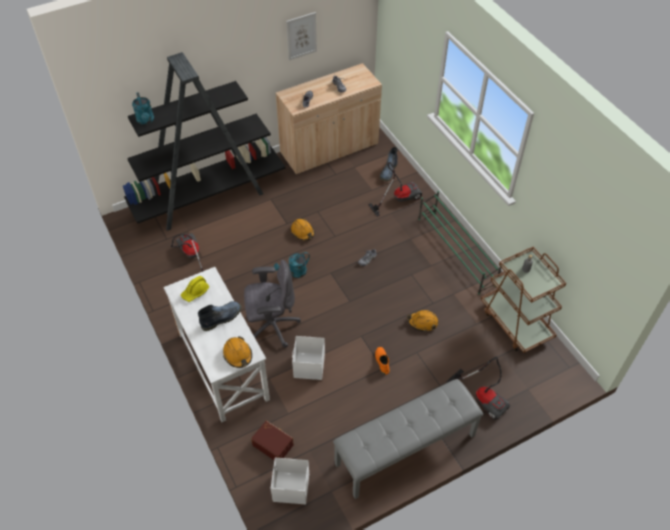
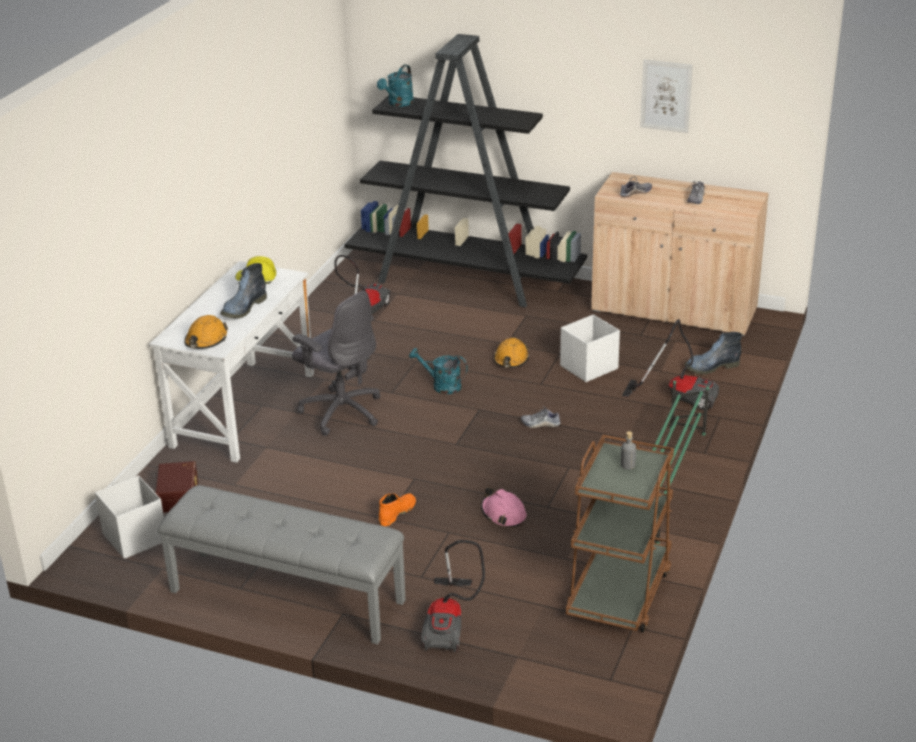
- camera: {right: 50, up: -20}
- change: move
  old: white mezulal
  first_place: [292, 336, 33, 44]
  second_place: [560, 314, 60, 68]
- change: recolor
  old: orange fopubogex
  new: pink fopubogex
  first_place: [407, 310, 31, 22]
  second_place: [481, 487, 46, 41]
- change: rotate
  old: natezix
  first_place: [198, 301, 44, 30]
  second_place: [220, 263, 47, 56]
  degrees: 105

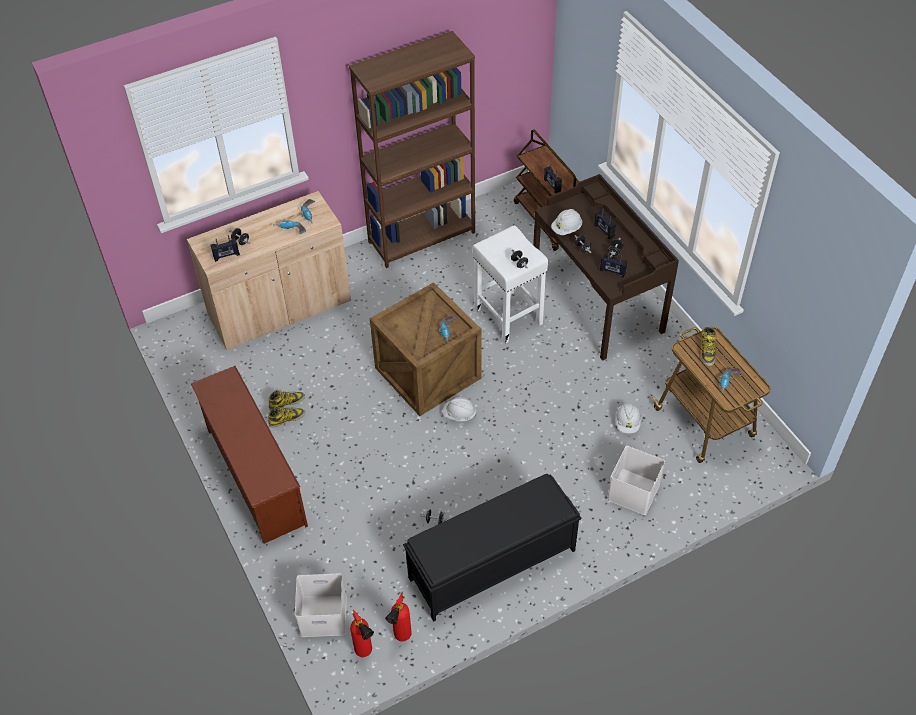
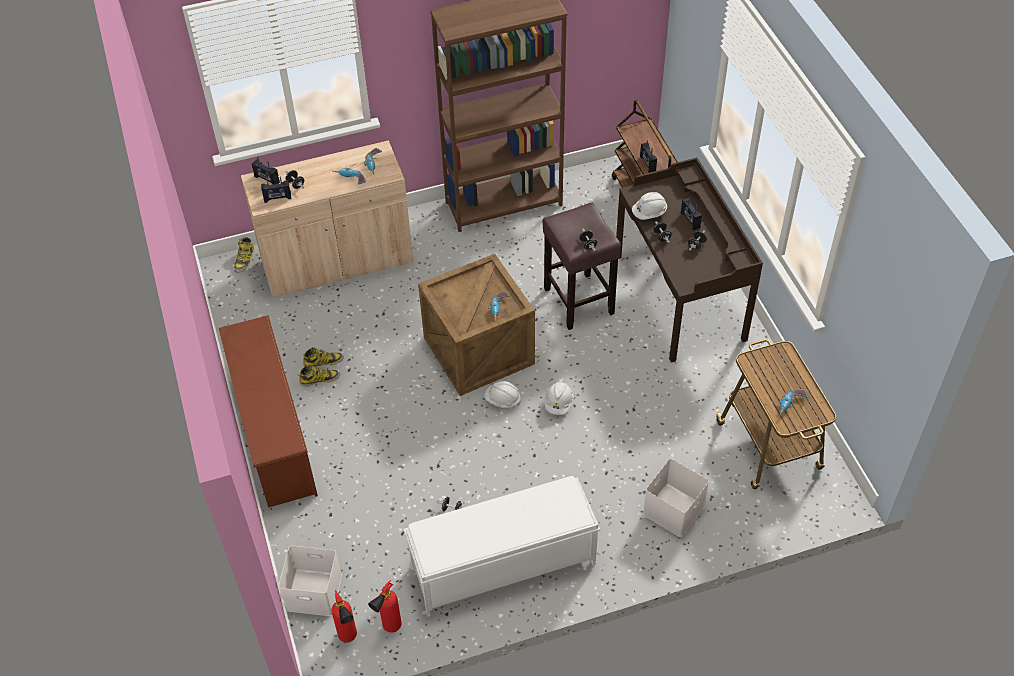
- camera: {right: 10, up: 0}
- change: move
  old: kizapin
  first_place: [600, 251, 28, 27]
  second_place: [252, 156, 28, 29]
- change: move
  old: white fopubogex
  first_place: [615, 403, 26, 31]
  second_place: [545, 382, 29, 33]
- change: move
  old: natezix
  first_place: [701, 327, 15, 39]
  second_place: [234, 237, 20, 36]
- change: recolor
  old: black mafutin
  new: white mafutin
  first_place: [403, 474, 178, 148]
  second_place: [404, 476, 196, 141]
- change: recolor
  old: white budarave
  new: brown budarave
  first_place: [473, 225, 75, 119]
  second_place: [543, 203, 78, 127]

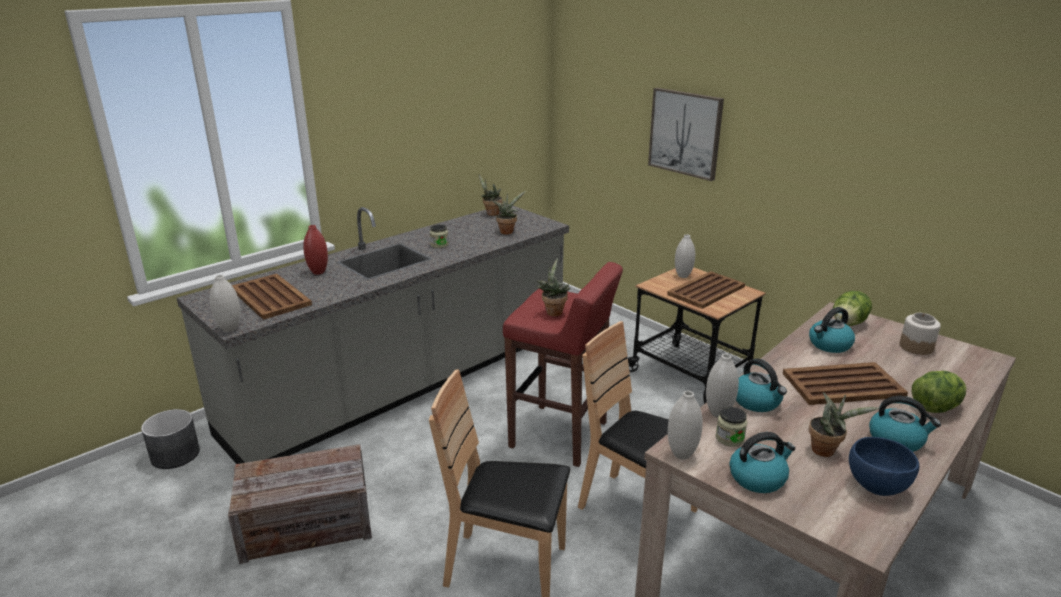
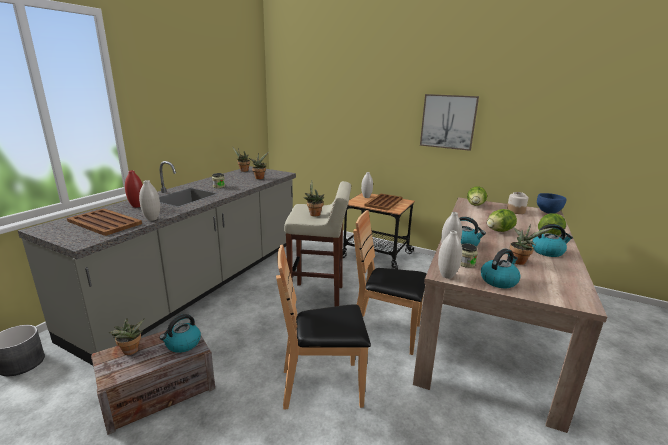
- camera: {right: -20, up: -5}
- change: insert
  new: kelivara
  second_place: [108, 318, 37, 37]
- change: move
  old: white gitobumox
  first_place: [210, 275, 30, 57]
  second_place: [139, 180, 21, 41]
- change: move
  old: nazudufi
  first_place: [648, 88, 76, 93]
  second_place: [420, 94, 59, 57]
- change: move
  old: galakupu
  first_place: [809, 307, 46, 46]
  second_place: [160, 314, 41, 39]
- change: move
  old: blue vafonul
  first_place: [849, 437, 70, 59]
  second_place: [537, 193, 29, 21]
- change: replace
  old: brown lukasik
  new: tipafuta
  first_place: [783, 362, 125, 43]
  second_place: [487, 209, 30, 23]
- change: recolor
  old: red budarave
  new: beige budarave
  first_place: [503, 262, 120, 205]
  second_place: [284, 181, 67, 126]

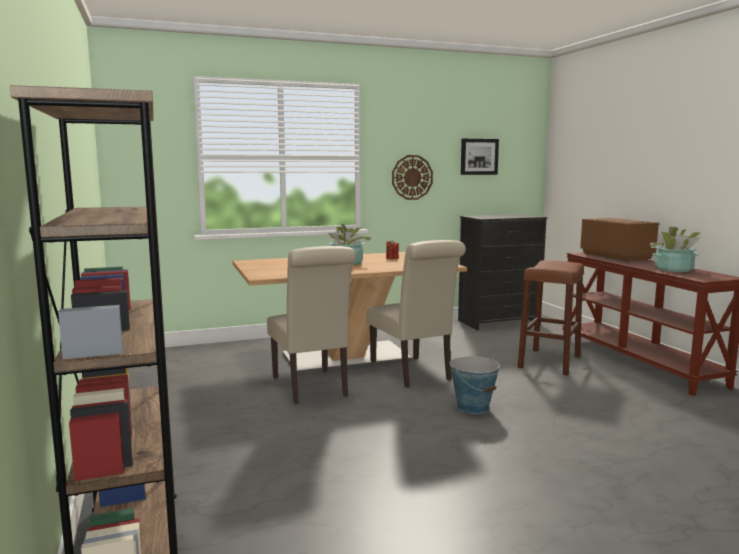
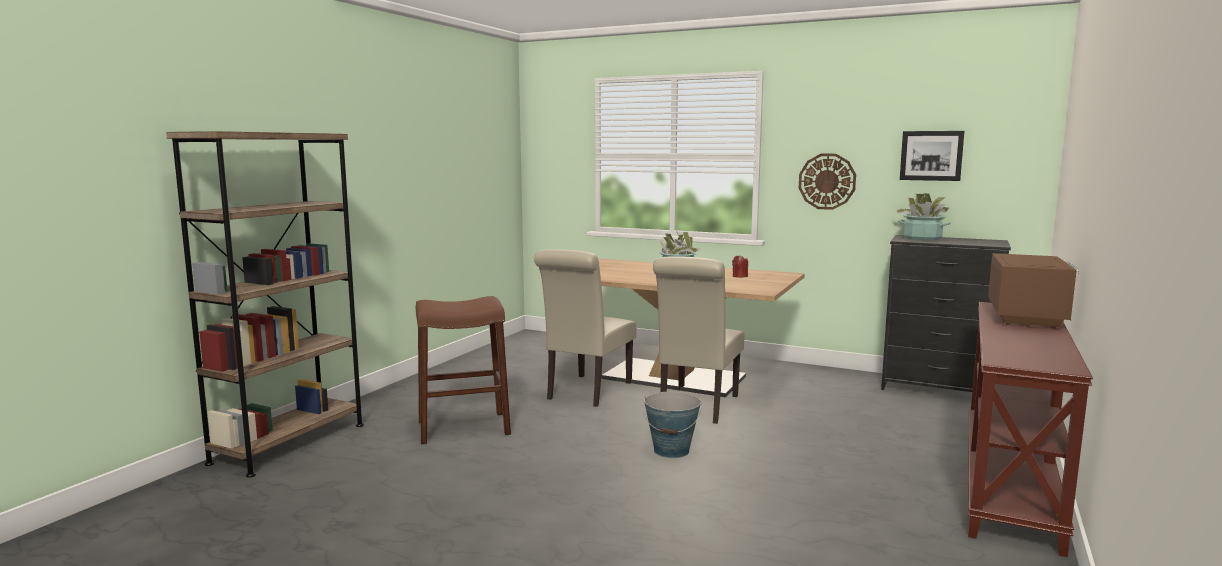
- camera: {right: 45, up: 0}
- change: move
  old: brown budarave
  first_place: [518, 260, 66, 116]
  second_place: [416, 296, 95, 148]
- change: move
  old: kelivara
  first_place: [650, 227, 52, 45]
  second_place: [896, 193, 54, 47]

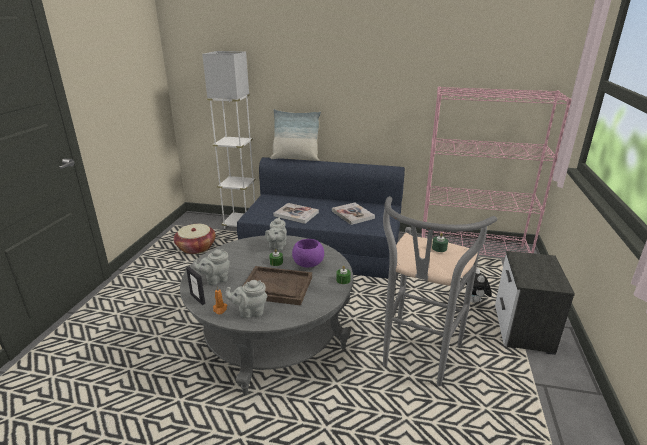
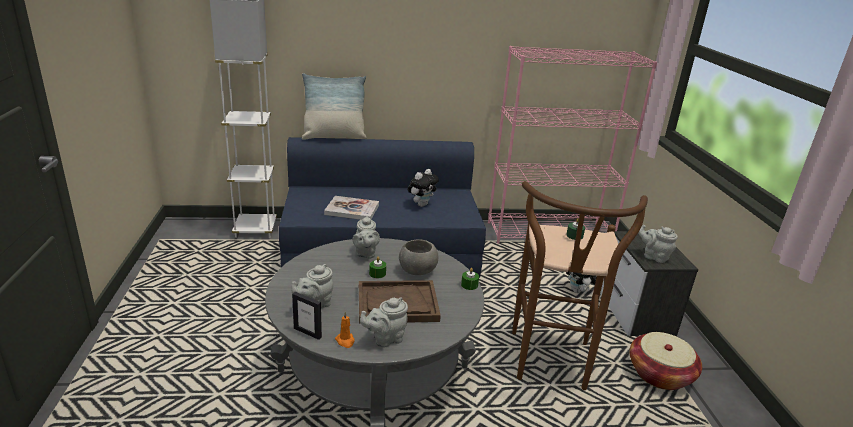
- camera: {right: -20, up: 0}
- change: insert
  new: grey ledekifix
  second_place: [638, 225, 40, 38]
- change: move
  old: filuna
  first_place: [174, 224, 42, 30]
  second_place: [629, 332, 73, 58]
- change: replace
  old: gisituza
  new: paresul
  first_place: [332, 202, 43, 23]
  second_place: [408, 169, 31, 38]
- change: recolor
  old: purple vafonul
  new: grey vafonul
  first_place: [292, 239, 32, 28]
  second_place: [399, 239, 39, 36]
- change: recolor
  old: grey budarave
  new: brown budarave
  first_place: [383, 196, 114, 190]
  second_place: [512, 181, 136, 209]

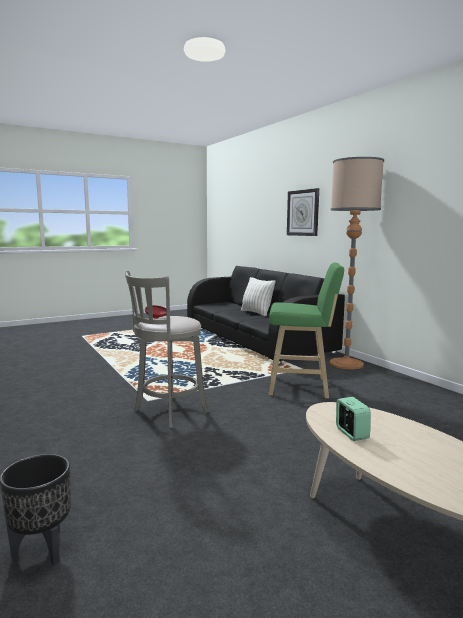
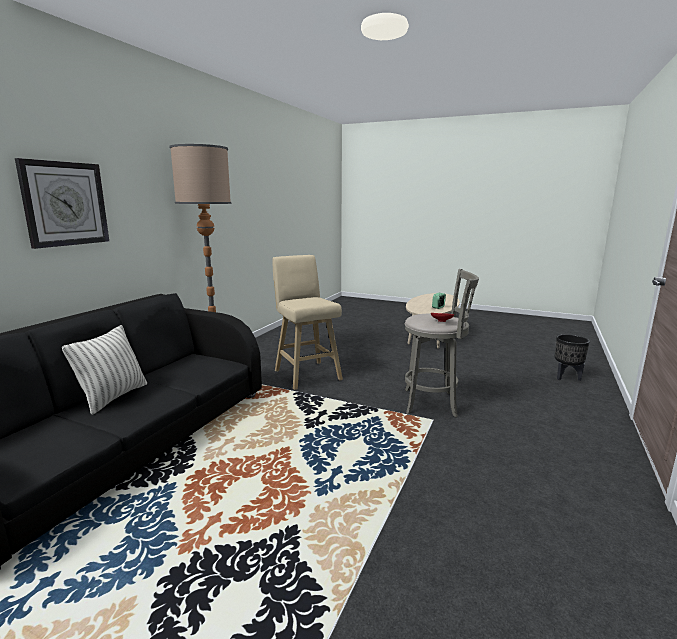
- camera: {right: -125, up: 5}
- change: recolor
  old: green budarave
  new: beige budarave
  first_place: [269, 263, 75, 136]
  second_place: [272, 255, 71, 135]

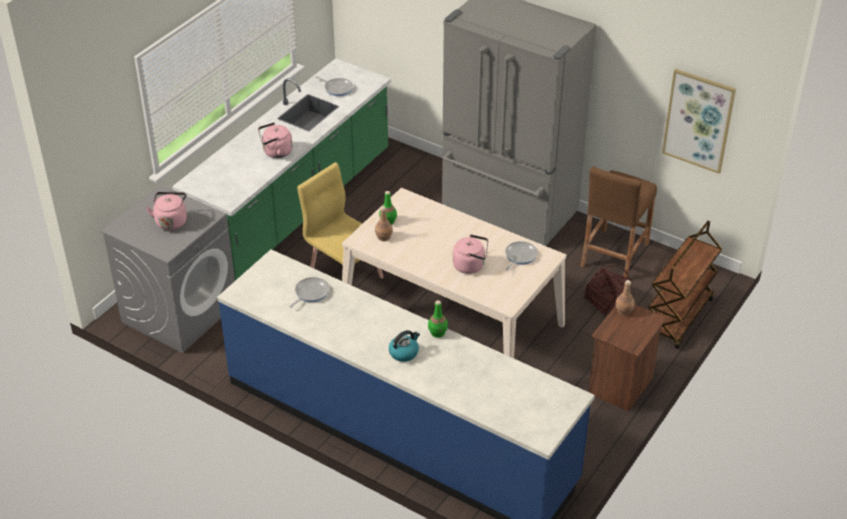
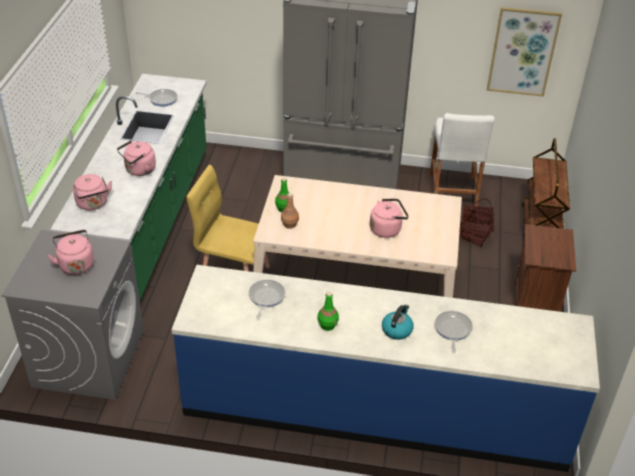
- camera: {right: -25, up: 0}
- change: delete
  old: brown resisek
  first_place: [616, 280, 19, 35]
- change: insert
  new: pink galakupu
  second_place: [73, 174, 39, 36]
- change: move
  old: green resisek
  first_place: [428, 300, 20, 38]
  second_place: [318, 292, 21, 39]
- change: move
  old: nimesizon
  first_place: [505, 241, 33, 29]
  second_place: [435, 311, 38, 41]
- change: recolor
  old: brown budarave
  new: white budarave
  first_place: [580, 167, 77, 113]
  second_place: [430, 113, 65, 93]

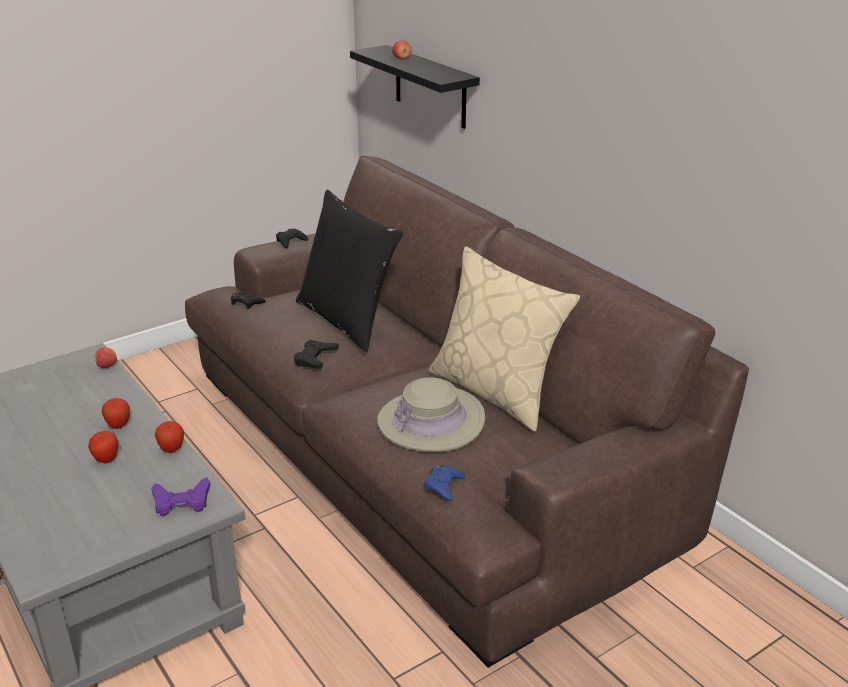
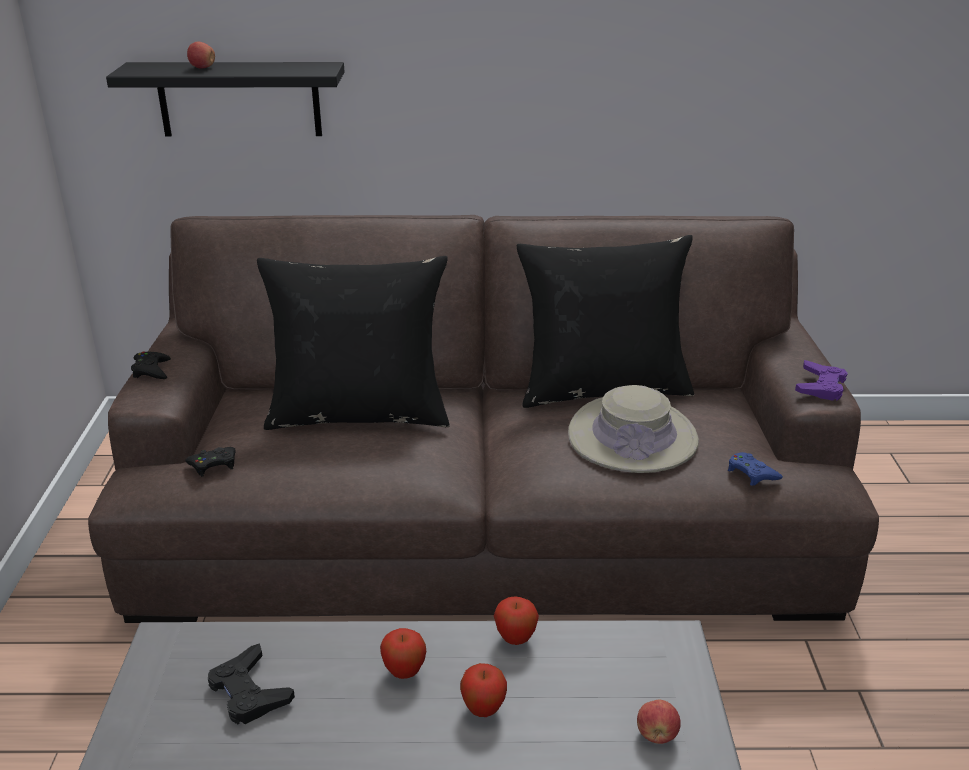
- camera: {right: -55, up: 0}
- change: move
  old: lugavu
  first_place: [95, 348, 22, 20]
  second_place: [637, 700, 44, 44]
- change: move
  old: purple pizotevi
  first_place: [152, 477, 59, 39]
  second_place: [795, 360, 53, 41]
- change: move
  old: black pizotevi
  first_place: [294, 340, 45, 29]
  second_place: [208, 643, 87, 81]
- change: recolor
  old: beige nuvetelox
  new: black nuvetelox
  first_place: [429, 246, 151, 186]
  second_place: [517, 235, 177, 173]

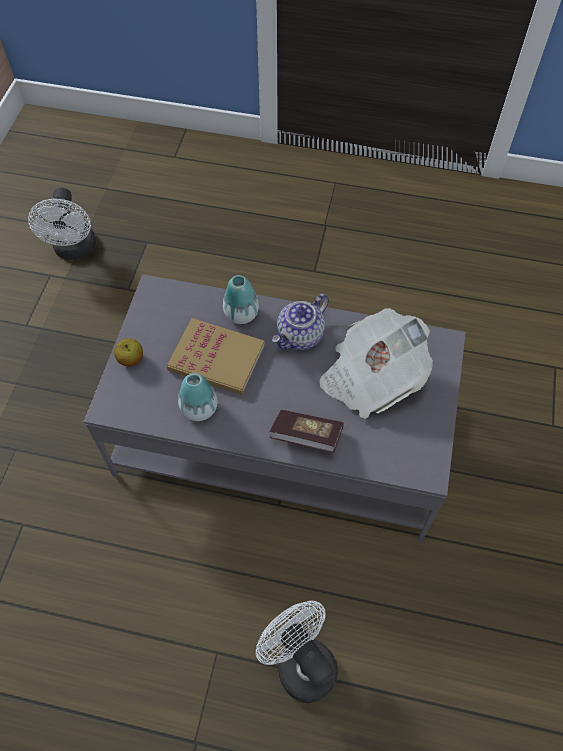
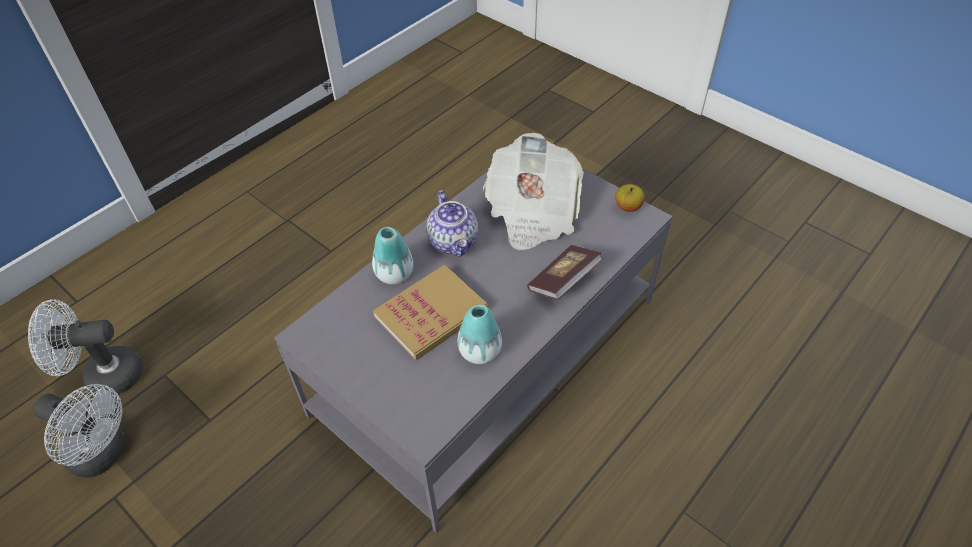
- camera: {right: -60, up: -10}
- change: move
  old: lugavu
  first_place: [114, 338, 29, 28]
  second_place: [615, 184, 30, 28]
- change: move
  old: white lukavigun
  first_place: [256, 601, 82, 102]
  second_place: [28, 300, 114, 95]

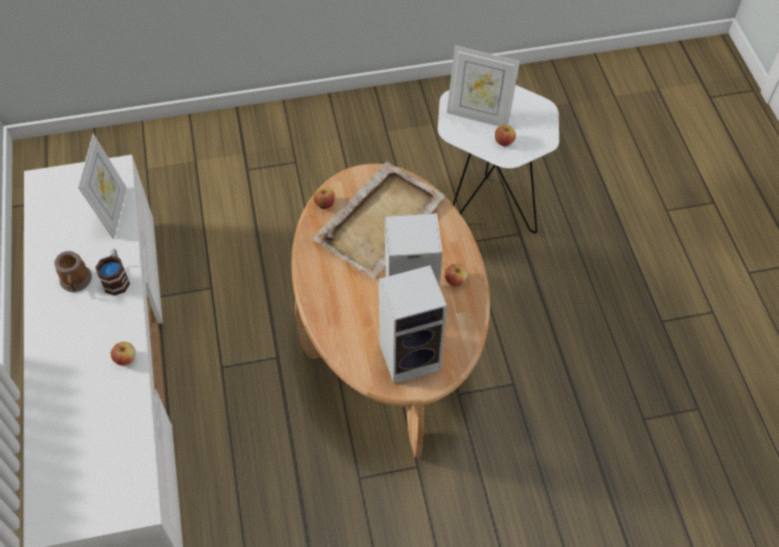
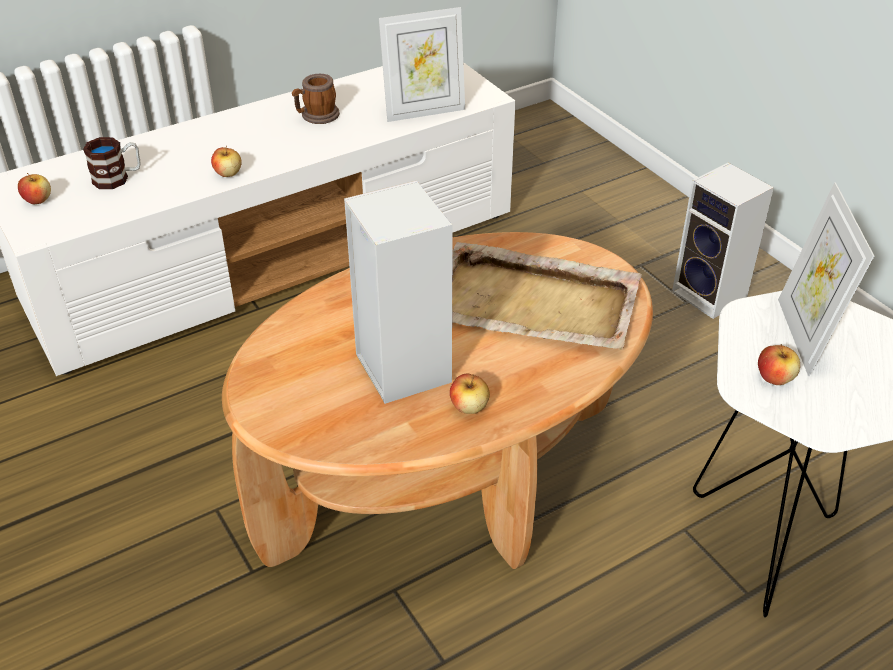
- camera: {right: 70, up: -15}
- change: move
  old: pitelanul
  first_place: [95, 249, 35, 47]
  second_place: [83, 137, 58, 52]
- change: move
  old: lugavu
  first_place: [313, 187, 22, 22]
  second_place: [18, 173, 33, 31]
- change: move
  old: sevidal
  first_place: [379, 265, 68, 118]
  second_place: [672, 162, 102, 157]

